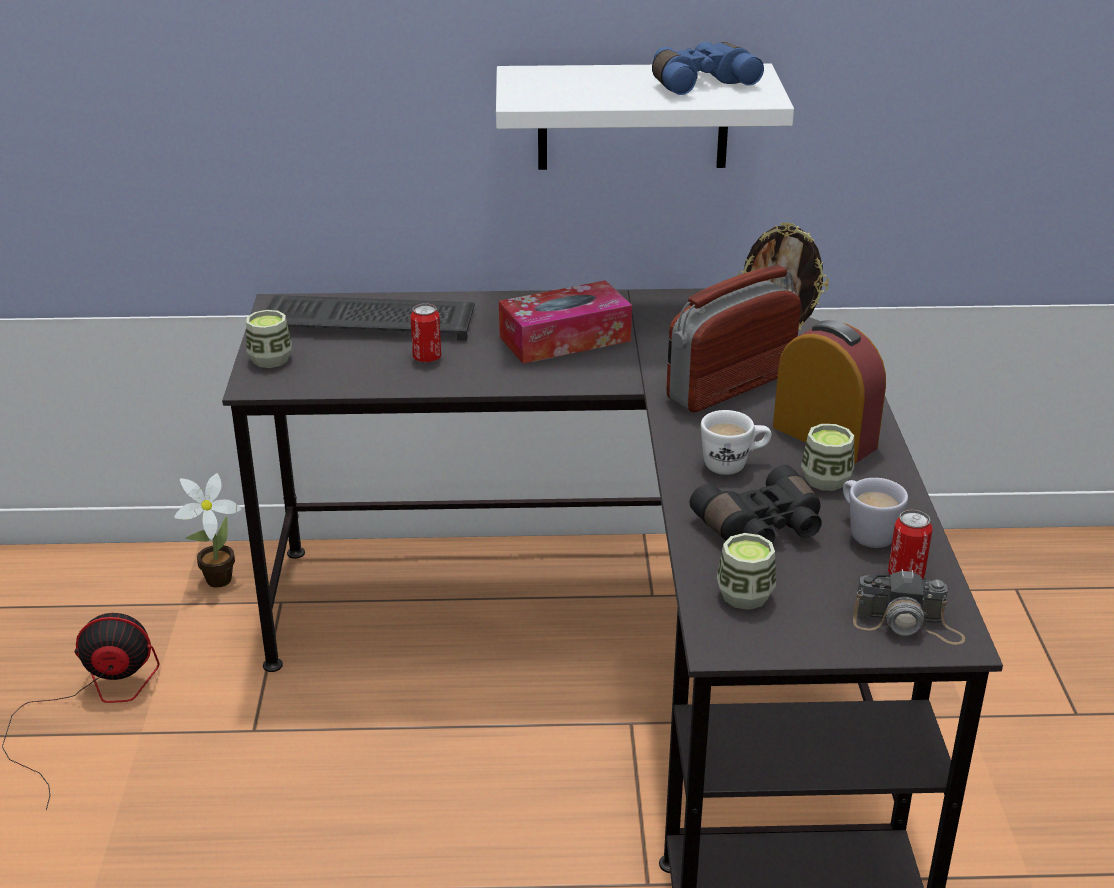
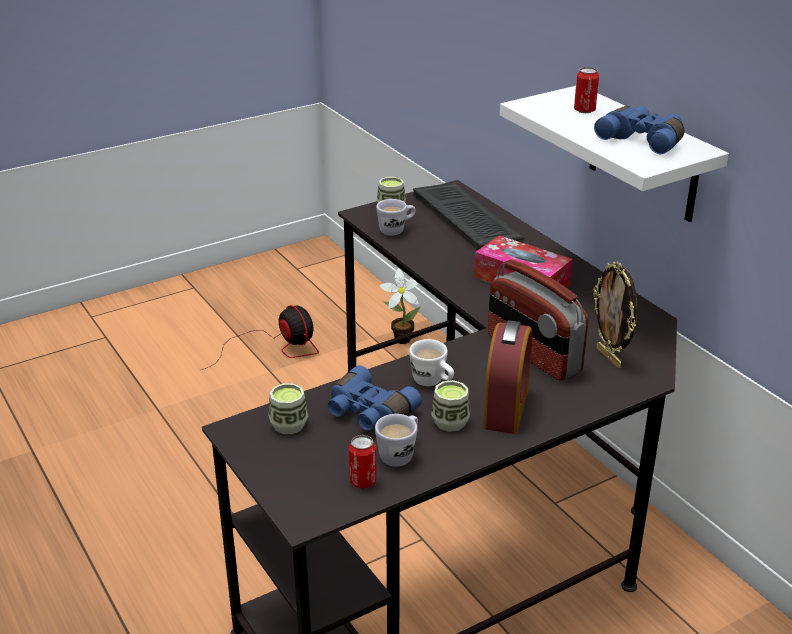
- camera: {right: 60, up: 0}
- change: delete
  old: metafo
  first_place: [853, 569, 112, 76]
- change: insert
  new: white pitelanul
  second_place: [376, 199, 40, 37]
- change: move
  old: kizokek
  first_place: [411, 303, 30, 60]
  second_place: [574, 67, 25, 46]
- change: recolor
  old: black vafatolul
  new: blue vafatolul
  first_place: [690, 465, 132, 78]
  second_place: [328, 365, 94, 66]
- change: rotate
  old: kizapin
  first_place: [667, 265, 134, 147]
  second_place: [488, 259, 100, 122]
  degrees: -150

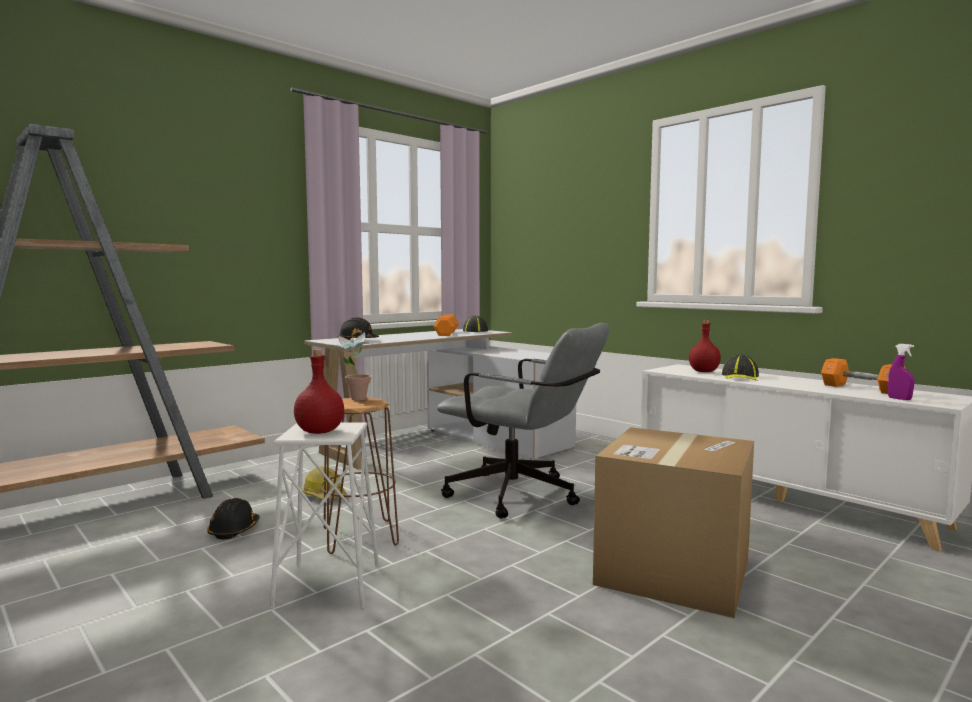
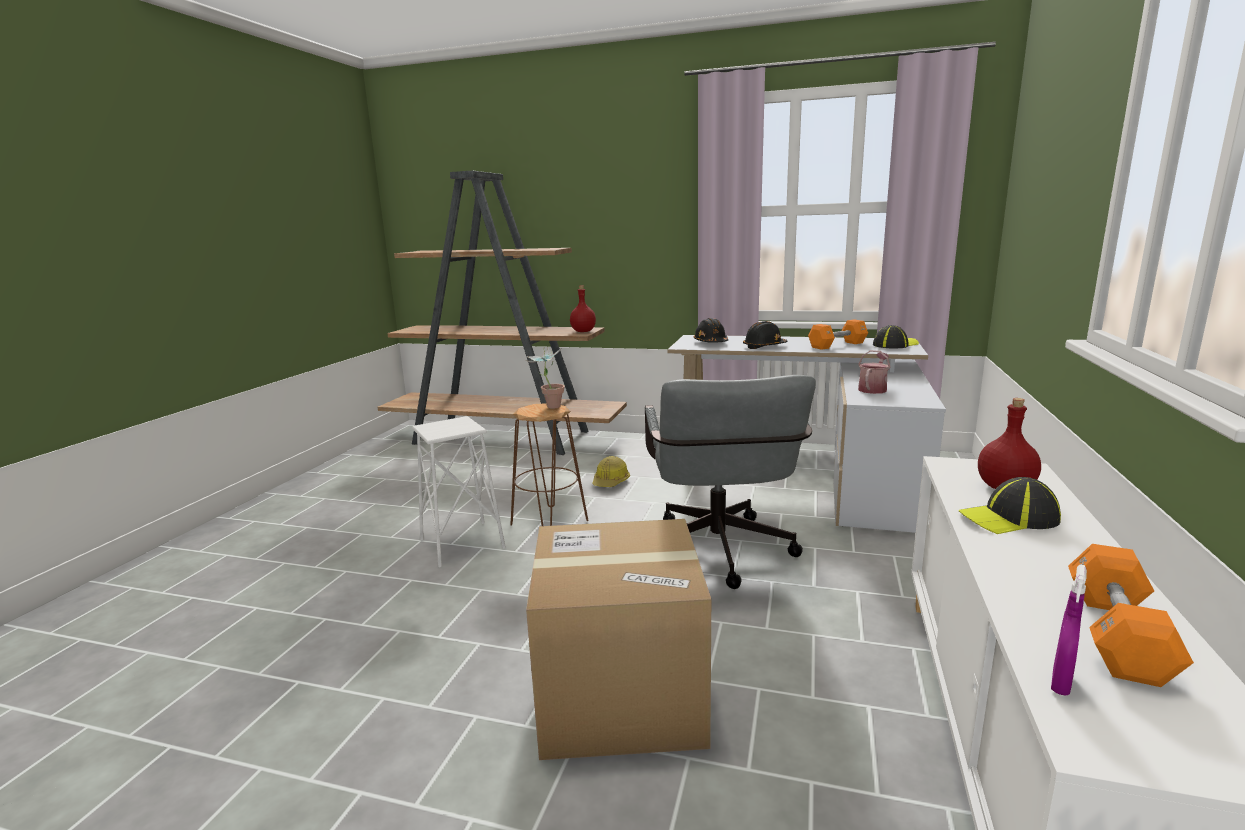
- camera: {right: 60, up: 10}
- change: insert
  new: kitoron
  second_place: [858, 350, 32, 44]
- change: move
  old: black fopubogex
  first_place: [207, 498, 53, 42]
  second_place: [743, 321, 45, 28]
- change: move
  old: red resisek
  first_place: [294, 349, 50, 85]
  second_place: [570, 285, 26, 47]

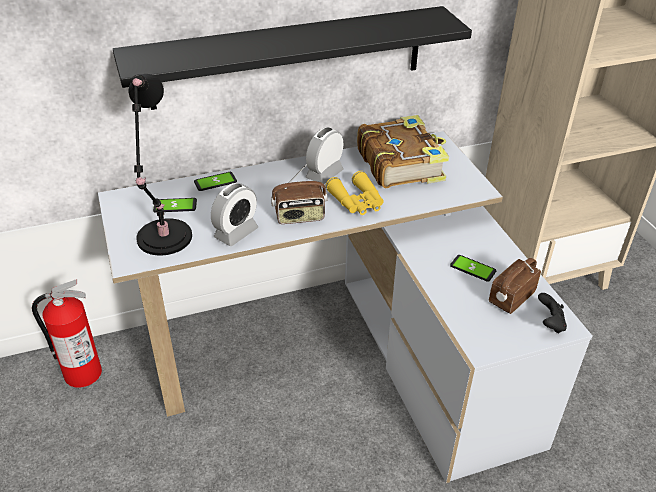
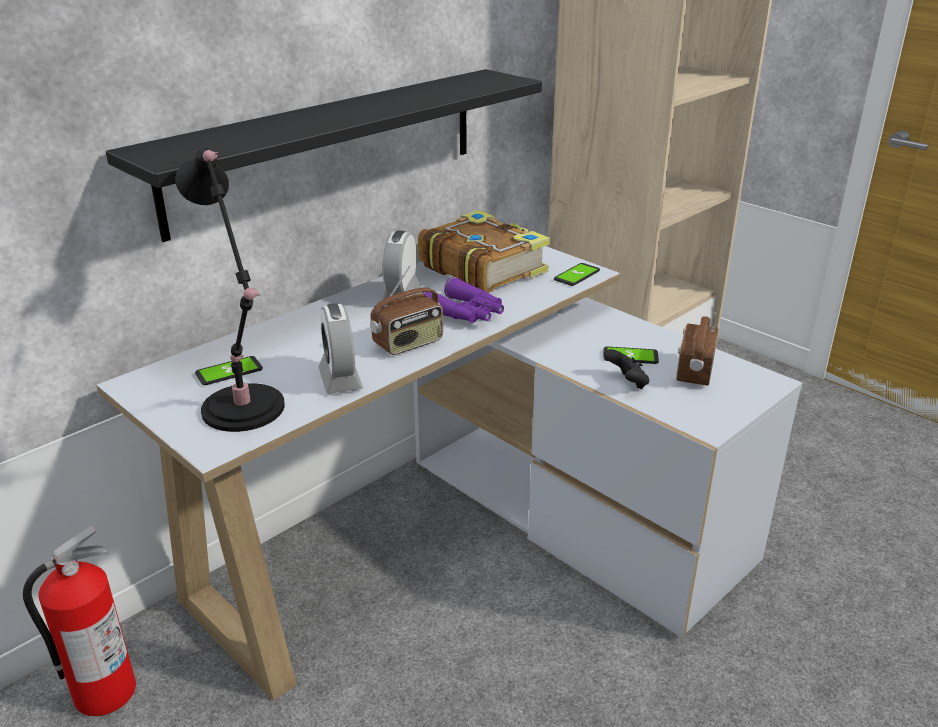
- camera: {right: -25, up: -10}
- change: move
  old: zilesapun
  first_place: [194, 172, 43, 19]
  second_place: [554, 263, 46, 23]
- change: move
  old: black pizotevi
  first_place: [538, 293, 29, 40]
  second_place: [604, 349, 45, 40]
- change: recolor
  old: yellow vafatolul
  new: purple vafatolul
  first_place: [326, 171, 58, 44]
  second_place: [422, 277, 82, 46]
- change: rotate
  old: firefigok
  first_place: [211, 183, 47, 63]
  second_place: [318, 303, 45, 91]
  degrees: 150

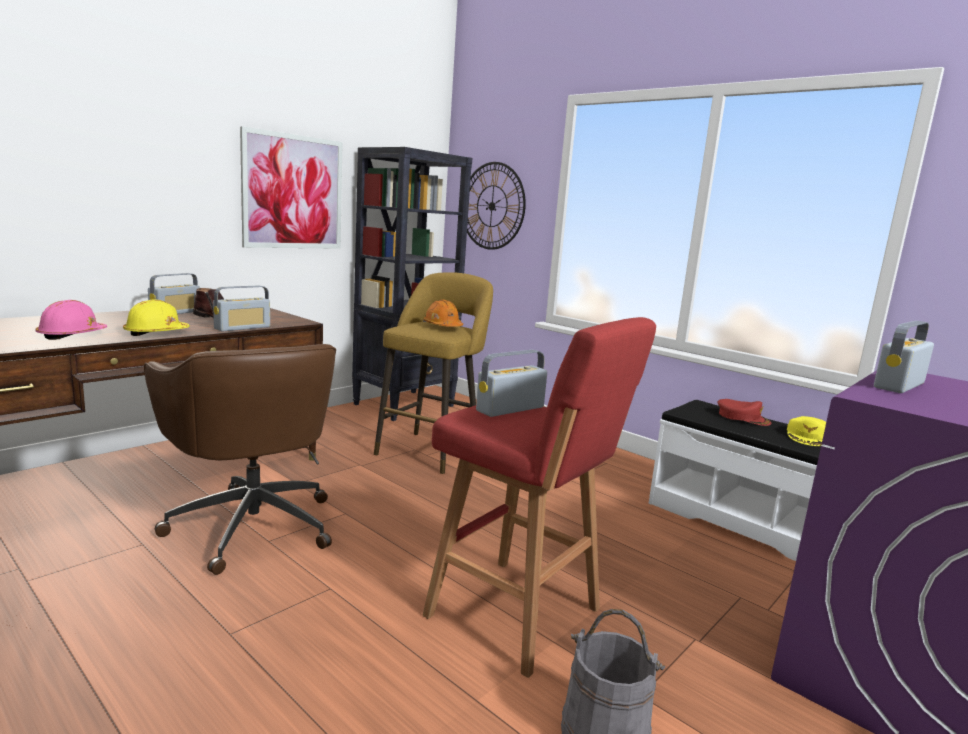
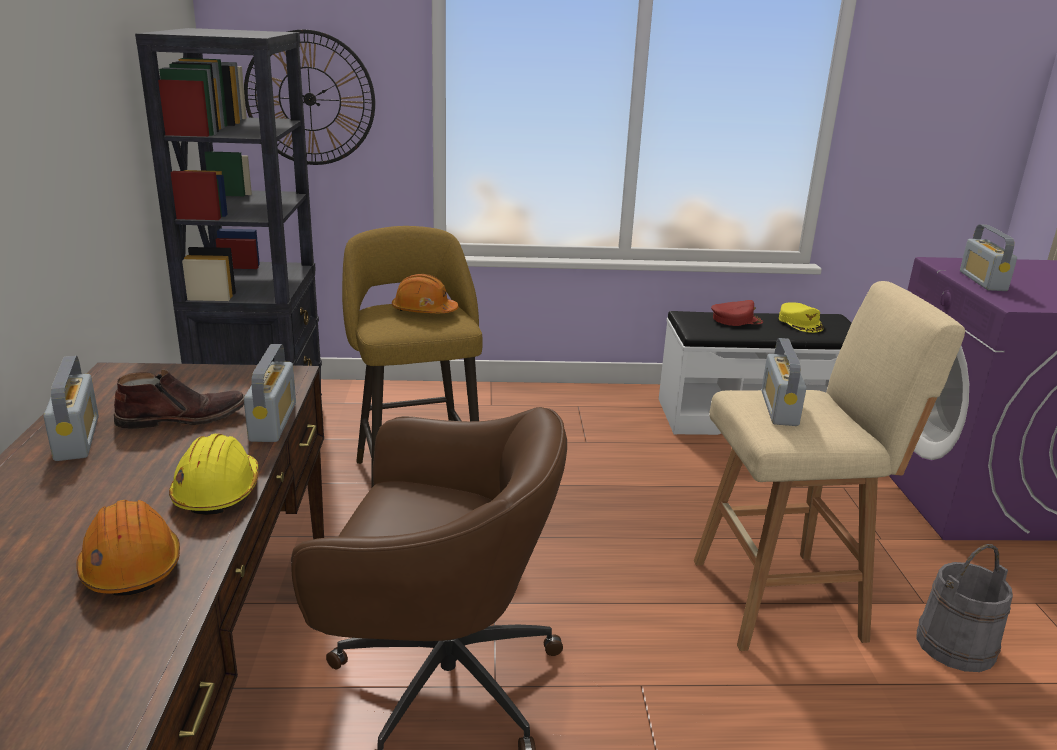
- camera: {right: -45, up: 10}
- change: delete
  old: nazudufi
  first_place: [240, 126, 103, 123]
- change: recolor
  old: pink fopubogex
  new: orange fopubogex
  first_place: [35, 300, 72, 40]
  second_place: [76, 500, 104, 96]
- change: recolor
  old: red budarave
  new: beige budarave
  first_place: [422, 317, 234, 361]
  second_place: [694, 281, 272, 370]

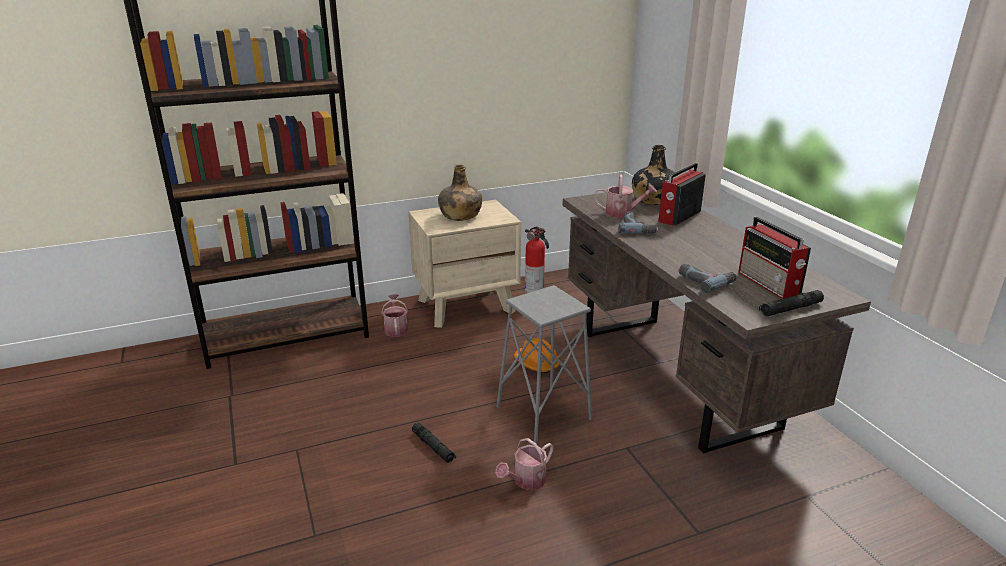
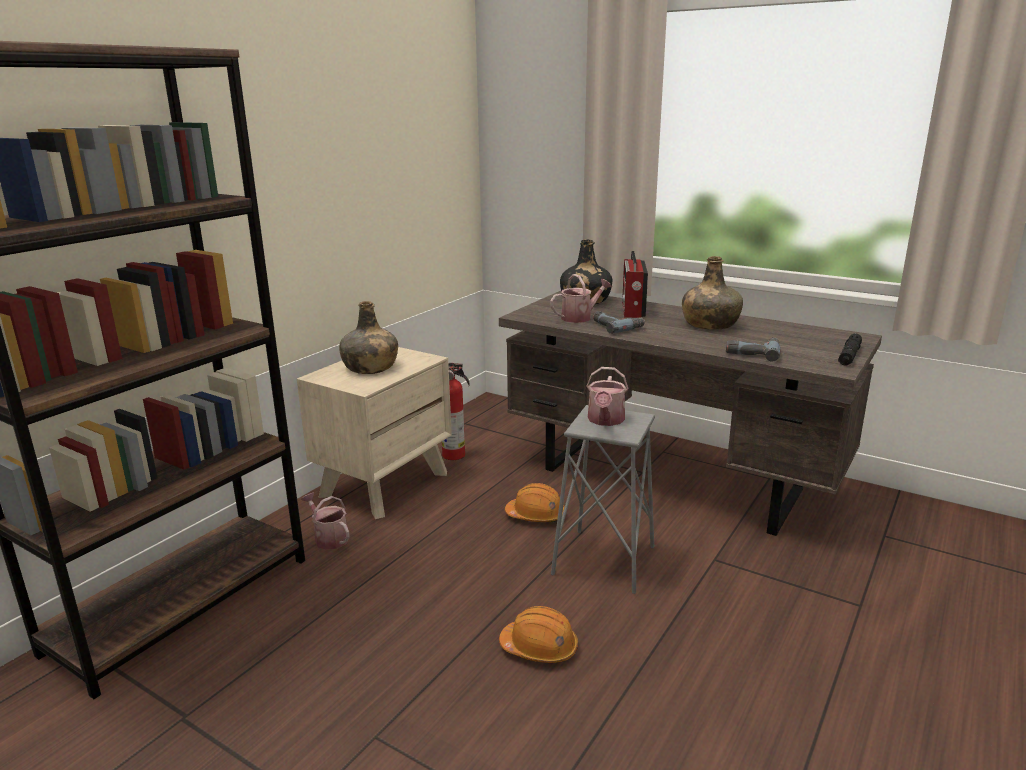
- camera: {right: -35, up: -5}
- change: delete
  old: kizapin
  first_place: [738, 217, 73, 82]
- change: insert
  new: green resisek
  second_place: [682, 256, 61, 74]
- change: move
  old: kitoron
  first_place: [495, 438, 59, 52]
  second_place: [586, 367, 42, 59]
- change: replace
  old: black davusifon
  new: orange fopubogex
  first_place: [412, 422, 44, 41]
  second_place: [499, 606, 79, 57]

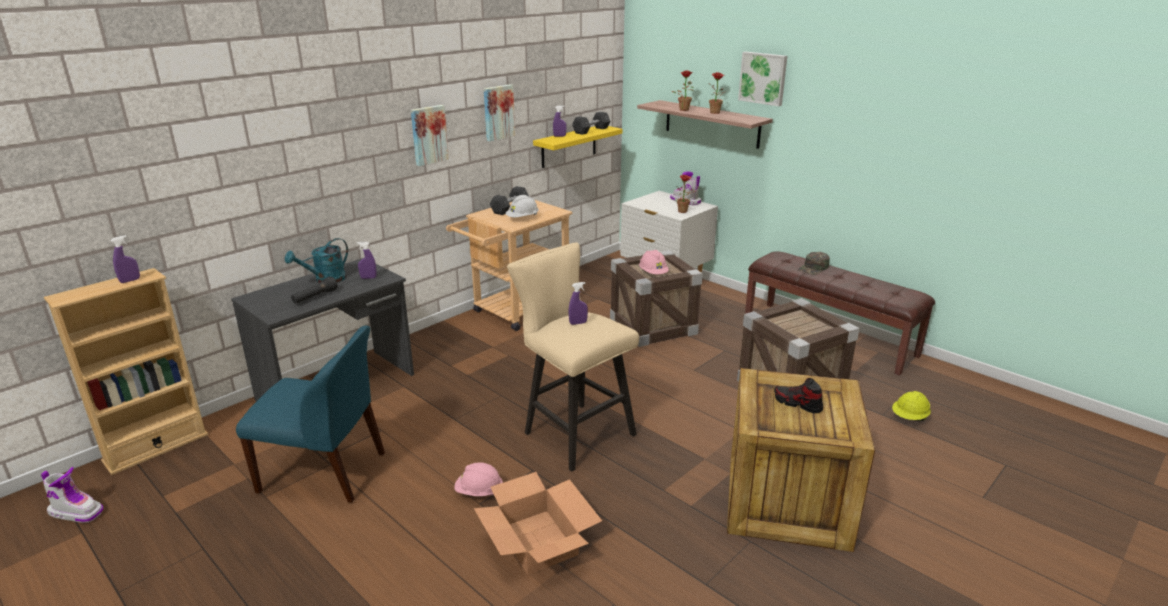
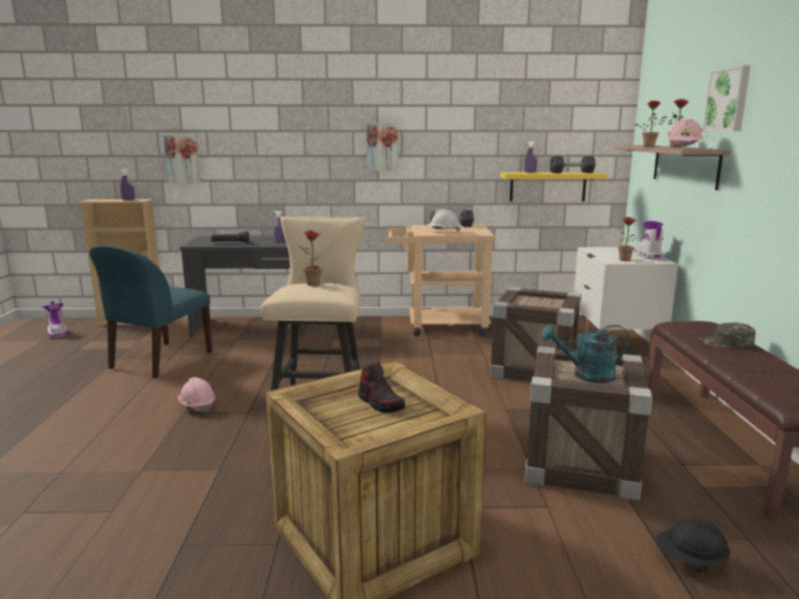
- camera: {right: 45, up: -10}
- change: delete
  old: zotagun
  first_place: [474, 472, 128, 103]
- change: move
  old: turquoise kitoron
  first_place: [285, 238, 63, 45]
  second_place: [541, 324, 88, 59]
- change: move
  old: nazudufi
  first_place: [484, 84, 31, 57]
  second_place: [163, 134, 37, 49]
- change: move
  old: pink fopubogex
  first_place: [639, 250, 30, 24]
  second_place: [667, 119, 36, 29]
- change: replace
  old: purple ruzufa
  new: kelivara
  first_place: [569, 282, 19, 43]
  second_place: [299, 230, 28, 56]
- change: recolor
  old: yellow fopubogex
  new: black fopubogex
  first_place: [892, 391, 39, 30]
  second_place: [655, 519, 75, 53]
- change: rotate
  old: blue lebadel
  first_place: [236, 326, 149, 177]
  second_place: [89, 245, 123, 133]
  degrees: 60
- change: rotate
  old: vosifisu
  first_place: [774, 378, 49, 35]
  second_place: [358, 362, 47, 51]
  degrees: 150

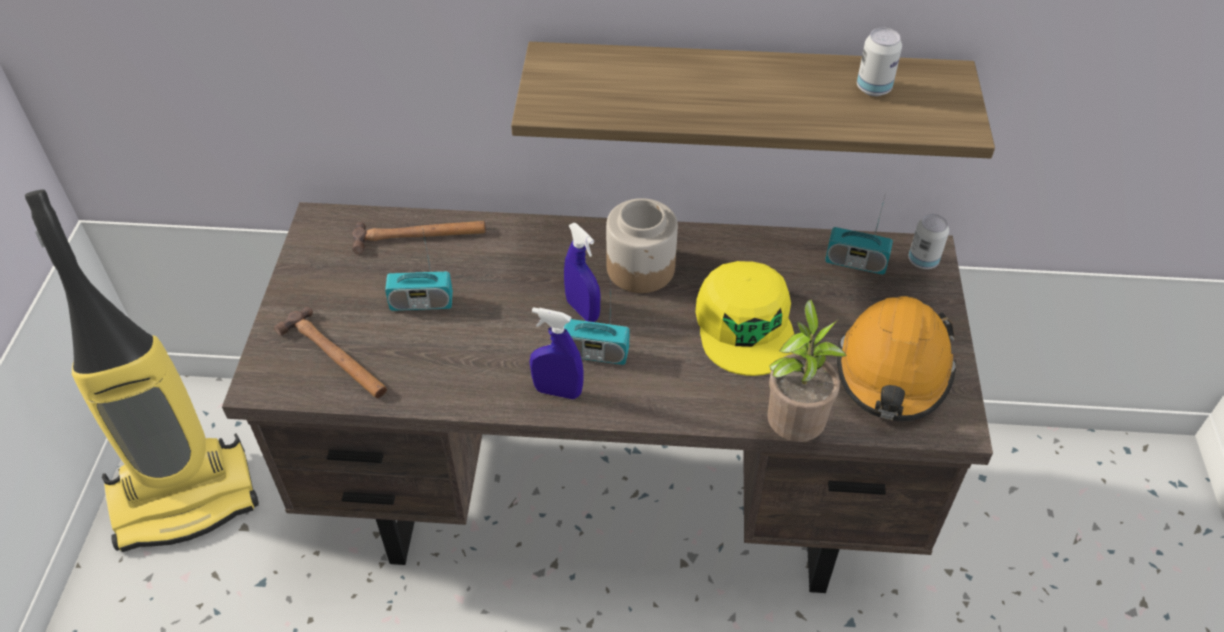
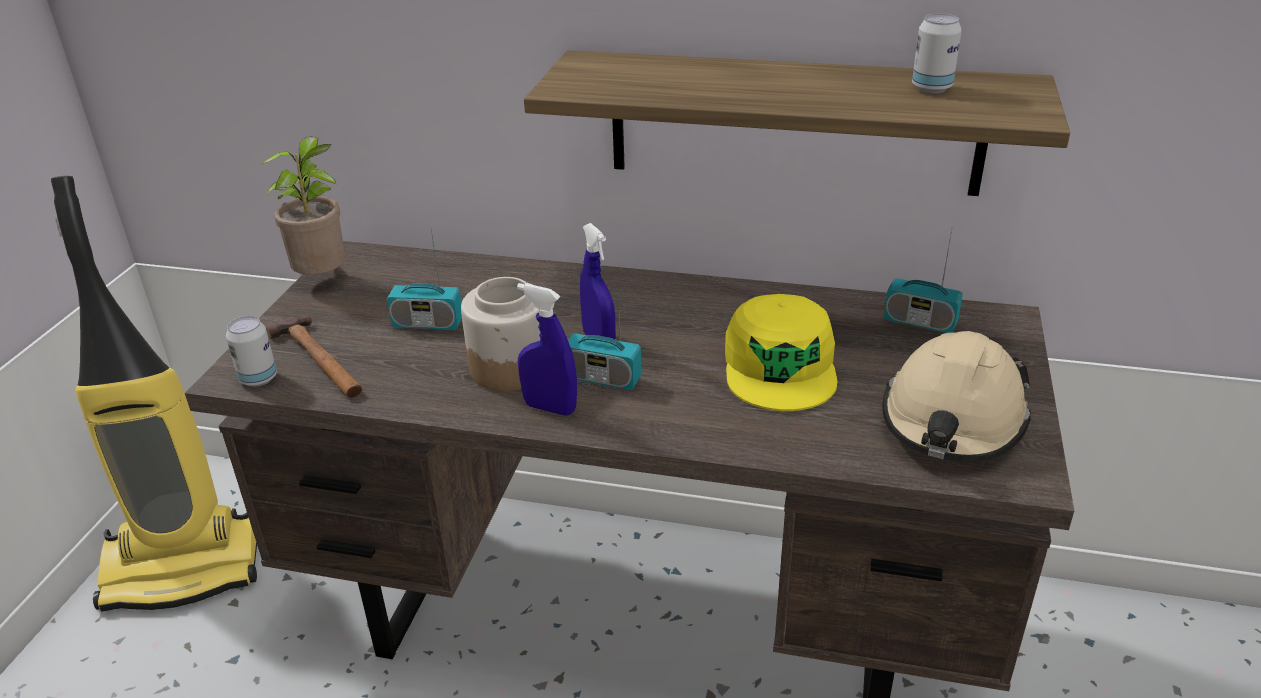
- camera: {right: 10, up: -15}
- change: delete
  old: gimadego
  first_place: [352, 221, 134, 33]
- change: move
  old: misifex
  first_place: [606, 198, 72, 95]
  second_place: [461, 277, 79, 114]
- change: move
  old: kelivara
  first_place: [767, 300, 80, 142]
  second_place: [262, 137, 83, 138]
- change: move
  old: kizokek
  first_place: [908, 214, 41, 55]
  second_place: [226, 316, 51, 71]
- change: recolor
  old: orange fopubogex
  new: beige fopubogex
  first_place: [837, 296, 119, 125]
  second_place: [882, 331, 149, 131]

